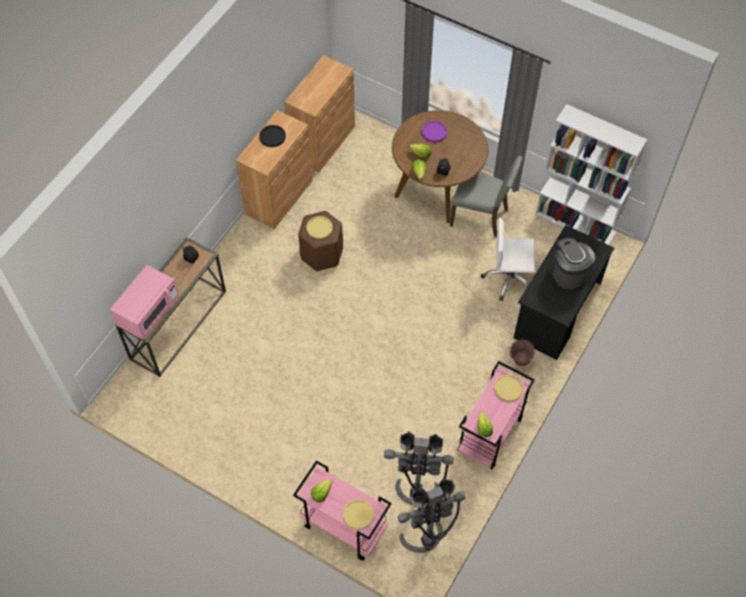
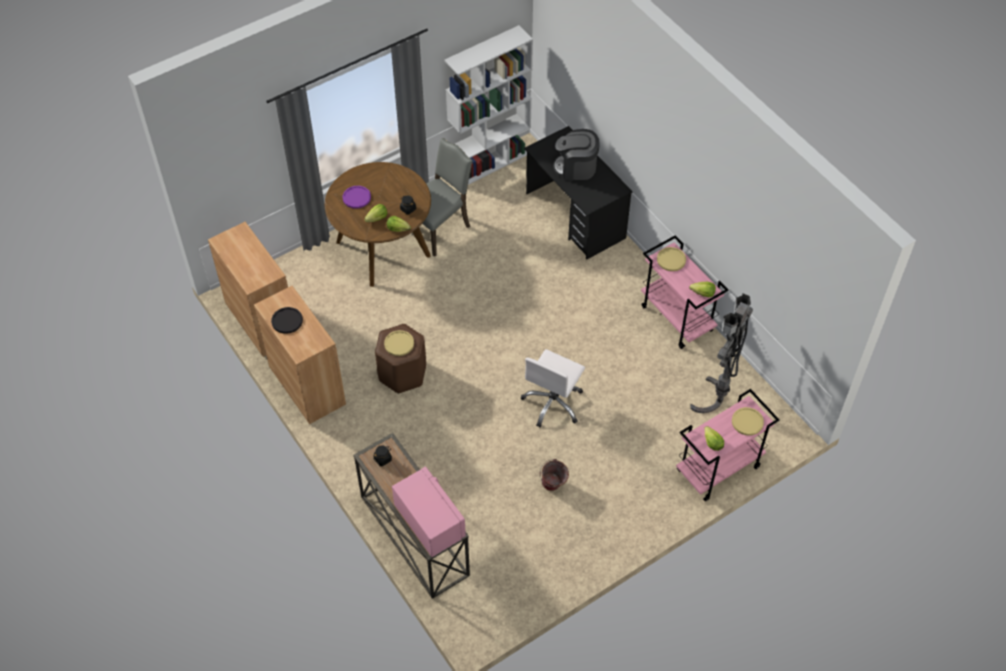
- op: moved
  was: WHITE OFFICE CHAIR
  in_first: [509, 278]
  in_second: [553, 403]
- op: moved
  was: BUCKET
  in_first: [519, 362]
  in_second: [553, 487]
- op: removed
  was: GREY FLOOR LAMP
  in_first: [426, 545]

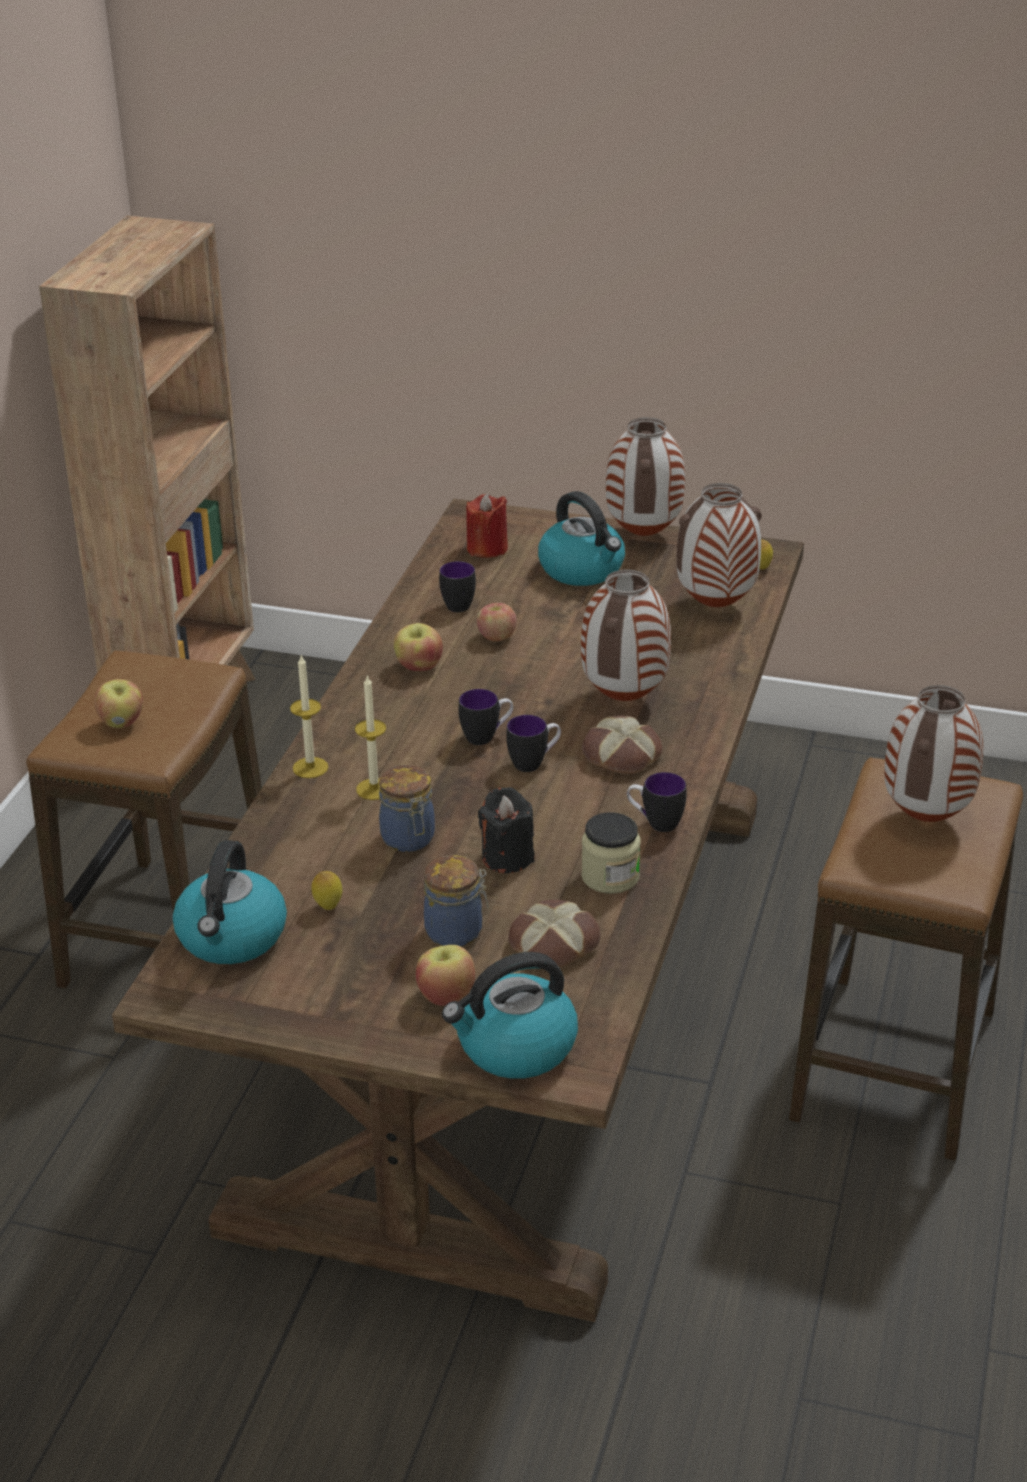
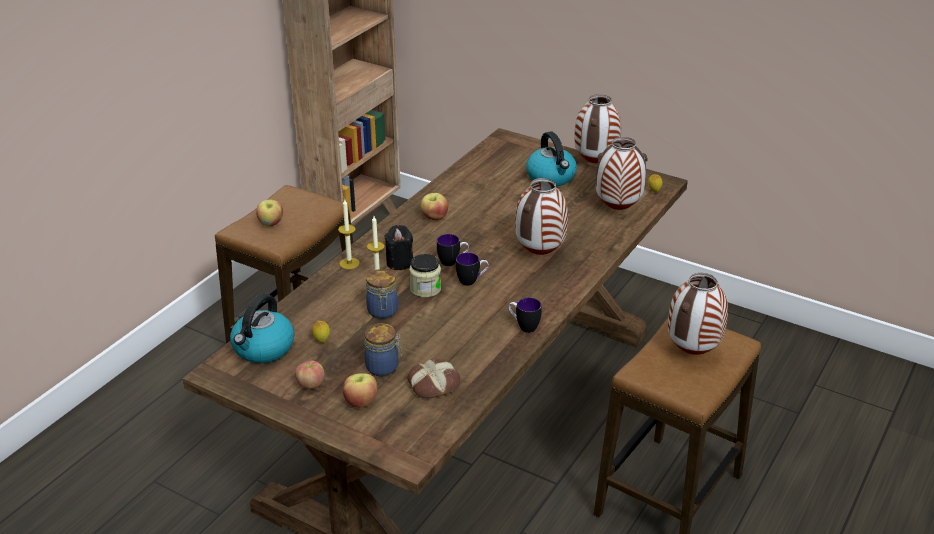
- op: removed
  was: RED CANDLE
  in_first: [487, 548]
- op: removed
  was: MUG
  in_first: [460, 603]
- op: moved
  was: APPLE
  in_first: [496, 637]
  in_second: [311, 384]
- op: removed
  was: BREAD
  in_first: [620, 755]
- op: moved
  was: BLACK CANDLE
  in_first: [507, 857]
  in_second: [399, 262]
- op: moved
  was: JAR
  in_first: [610, 876]
  in_second: [425, 289]
- op: removed
  was: KETTLE
  in_first: [515, 1047]

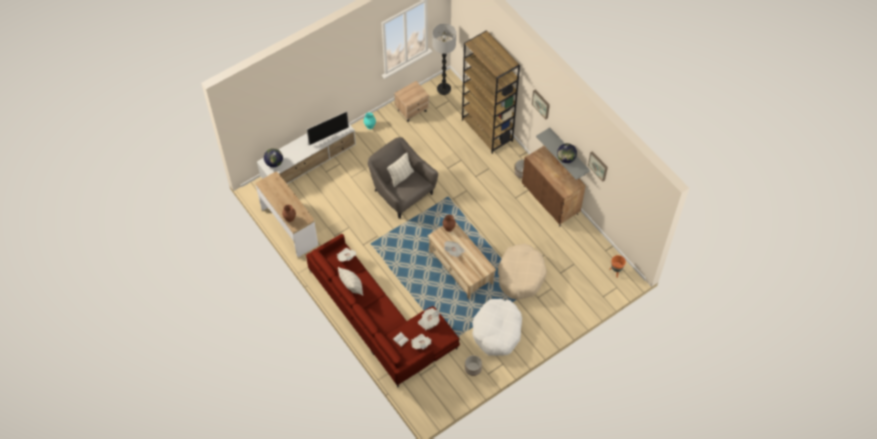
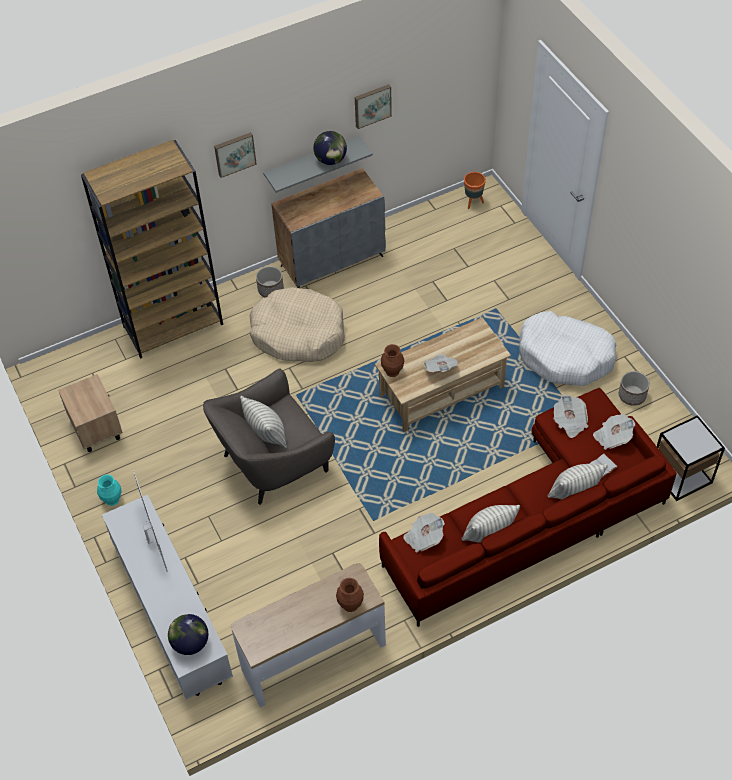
- op: removed
  was: FLOOR LAMP
  in_first: [443, 89]
- op: recoloured
  was: BROWN CABINET
  now: GREY CABINET
  in_first: [551, 200]
  in_second: [332, 260]
- op: moved
  was: BEIGE DOG BED
  in_first: [521, 275]
  in_second: [298, 333]
- op: added
  now: SIDE TABLE
  in_second: [681, 475]
- op: added
  now: PILLOW
  in_second: [574, 493]

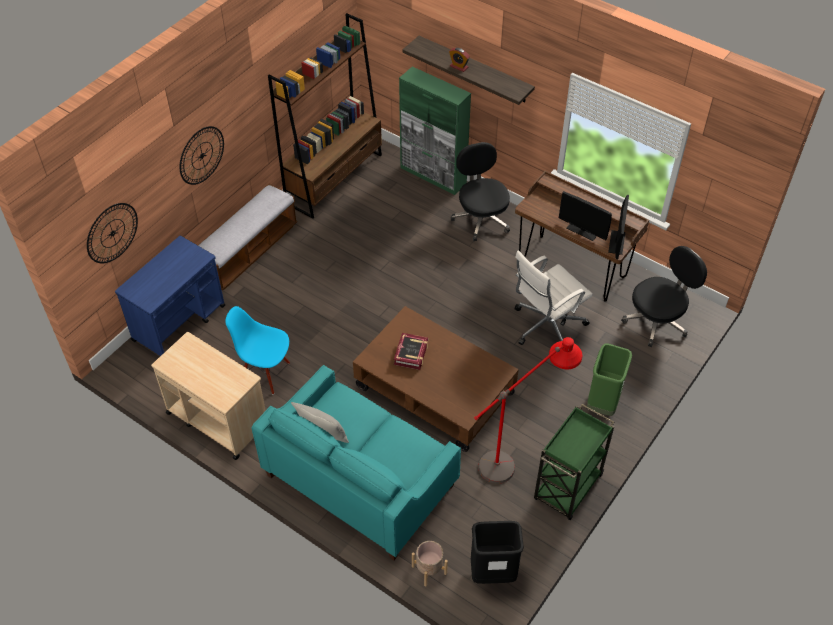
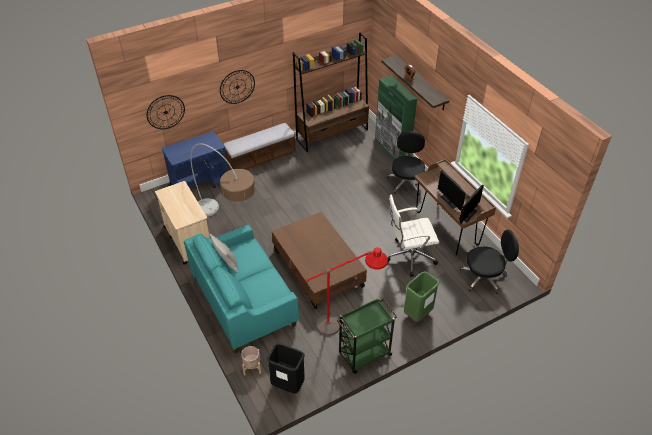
- op: replaced
  was: BLUE CHAIR
  now: FLOOR LAMP
  in_first: [265, 373]
  in_second: [228, 225]
- op: removed
  was: BOOK
  in_first: [411, 354]

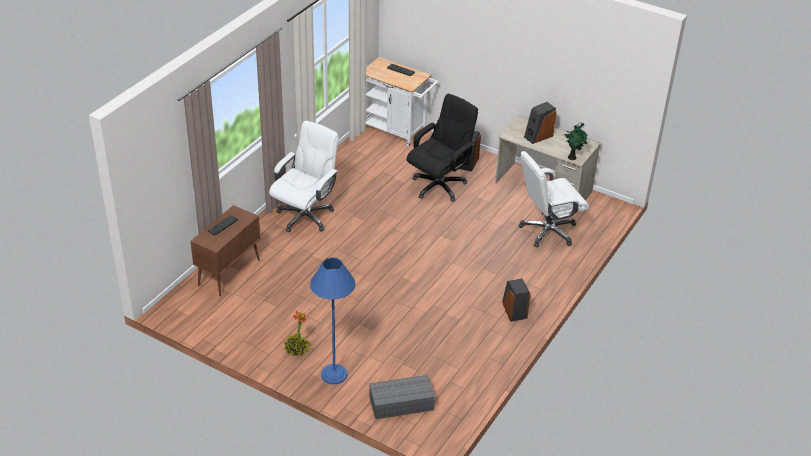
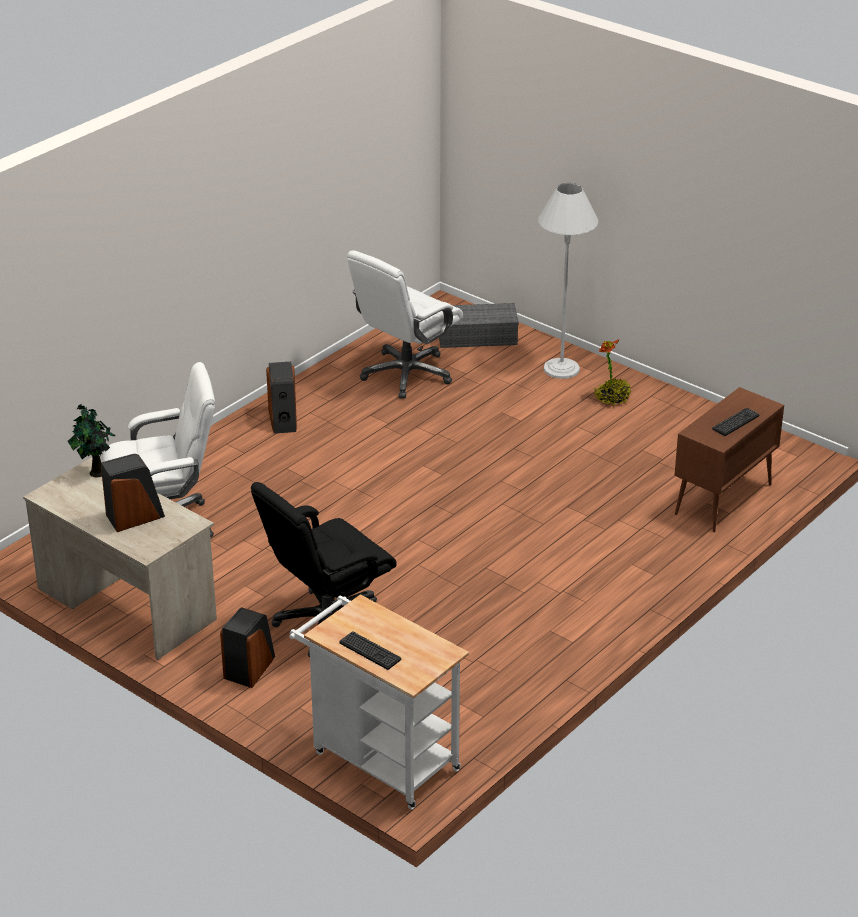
- op: moved
  was: WHITE OFFICE CHAIR
  in_first: [305, 216]
  in_second: [406, 374]
- op: recoloured
  was: BLUE FLOOR LAMP
  now: WHITE FLOOR LAMP
  in_first: [334, 374]
  in_second: [561, 369]

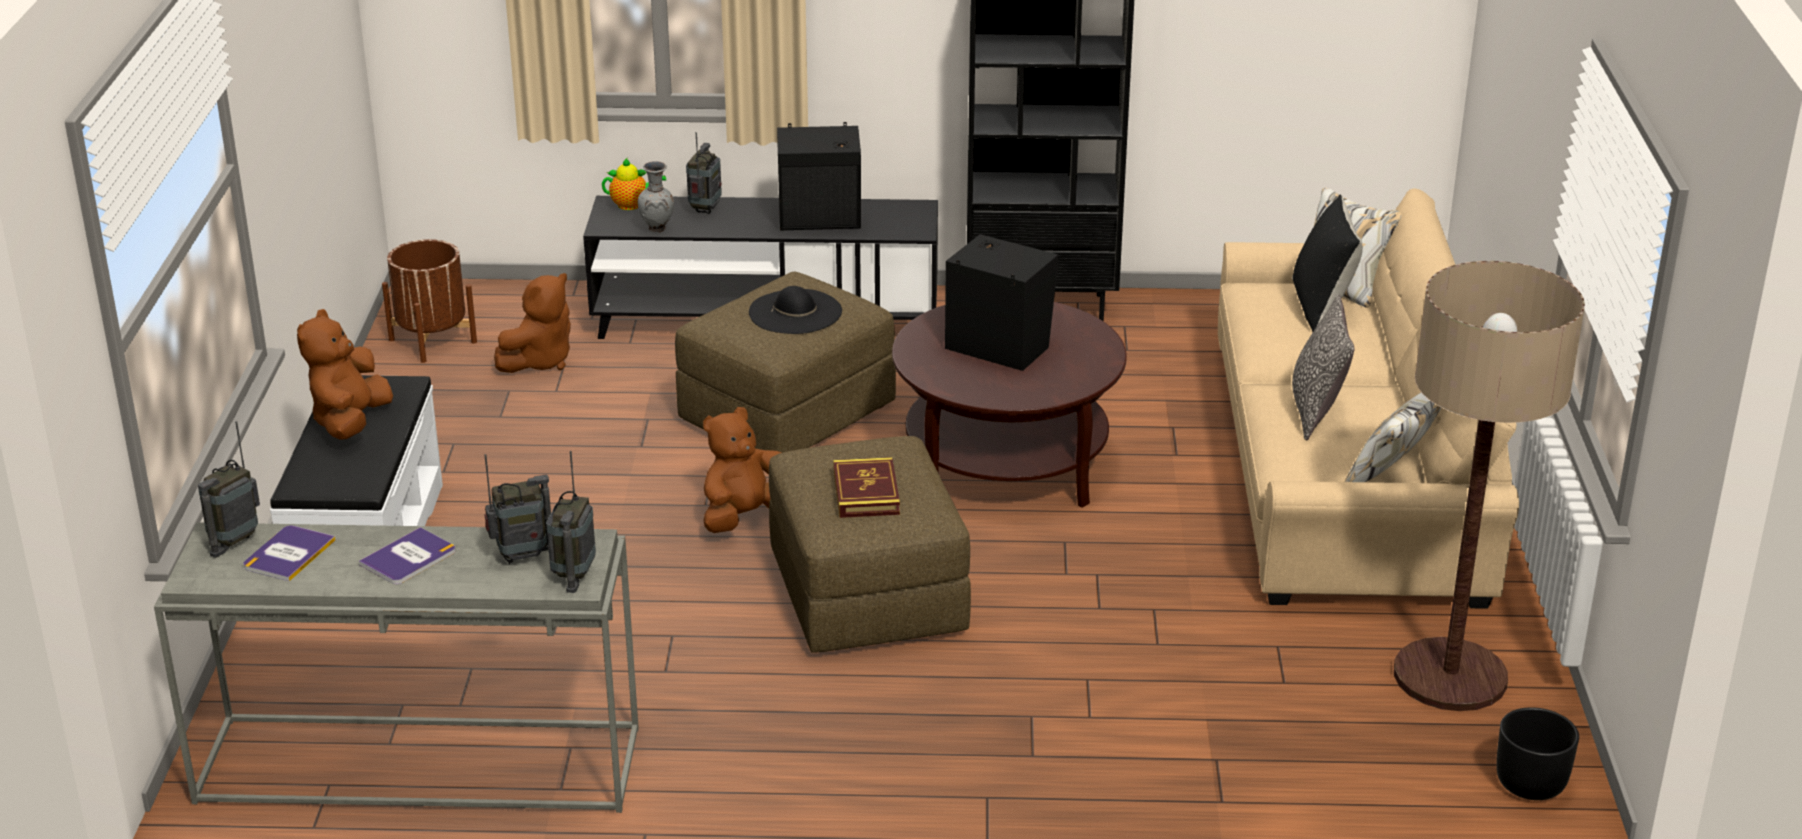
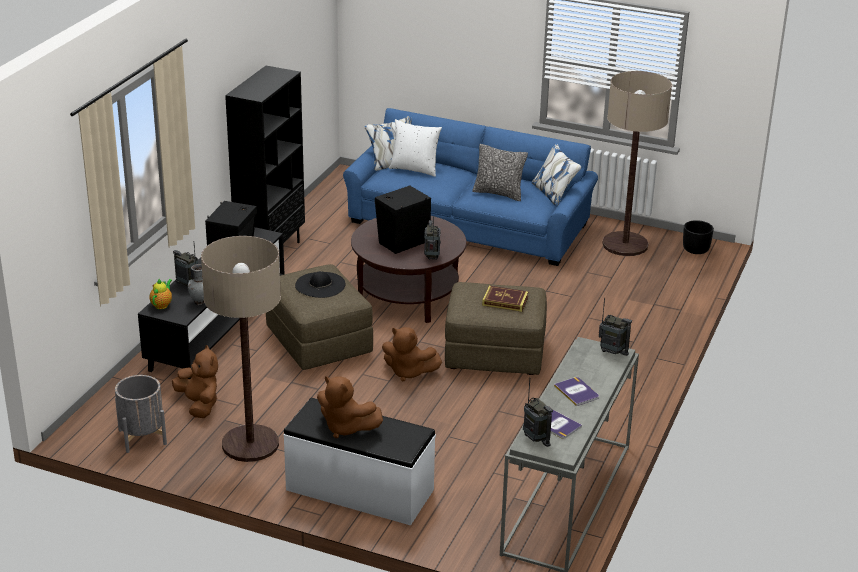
- op: recoloured
  was: BEIGE SOFA
  now: BLUE SOFA
  in_first: [1345, 469]
  in_second: [469, 223]
- op: recoloured
  was: BLACK PILLOW
  now: WHITE PILLOW
  in_first: [1322, 308]
  in_second: [414, 169]
- op: recoloured
  was: BROWN PLANTER
  now: GREY PLANTER
  in_first: [433, 341]
  in_second: [142, 437]
- op: turned
  was: BROWN PLUSH TOY
  in_first: [744, 518]
  in_second: [408, 372]
  clockwise: -45
- op: moved
  was: RADIO
  in_first: [522, 557]
  in_second: [432, 257]
- op: added
  now: FLOOR LAMP
  in_second: [250, 444]

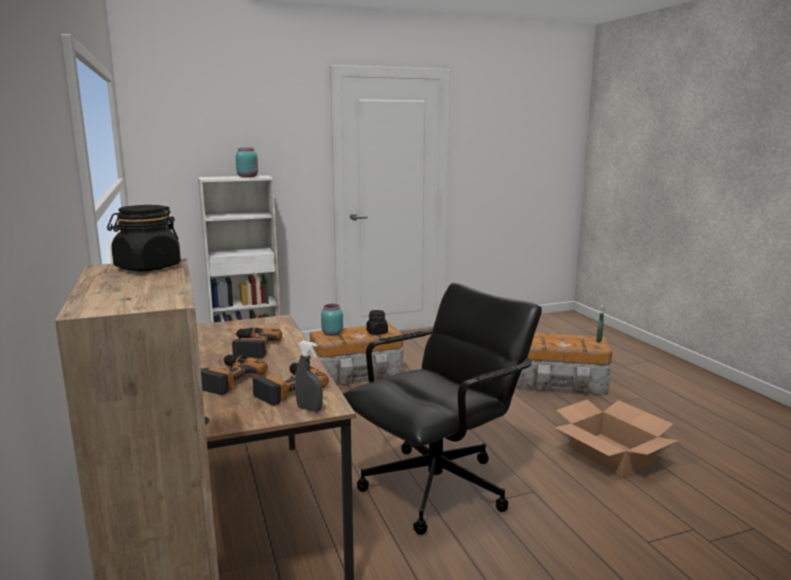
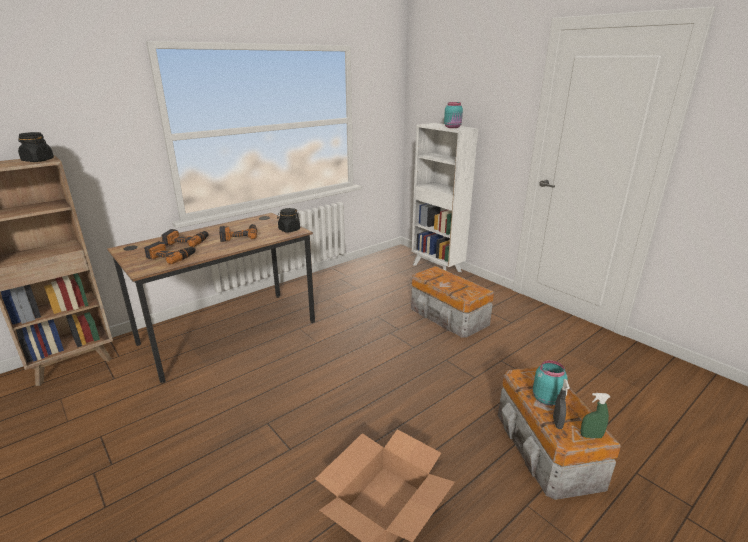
- op: removed
  was: BLACK OFFICE CHAIR
  in_first: [437, 488]
- op: moved
  was: TURQUOISE JAR
  in_first: [331, 333]
  in_second: [545, 398]
- op: moved
  was: BLACK JAR
  in_first: [377, 332]
  in_second: [289, 230]
- op: moved
  was: GREY SPRAY BOTTLE
  in_first: [309, 409]
  in_second: [557, 423]

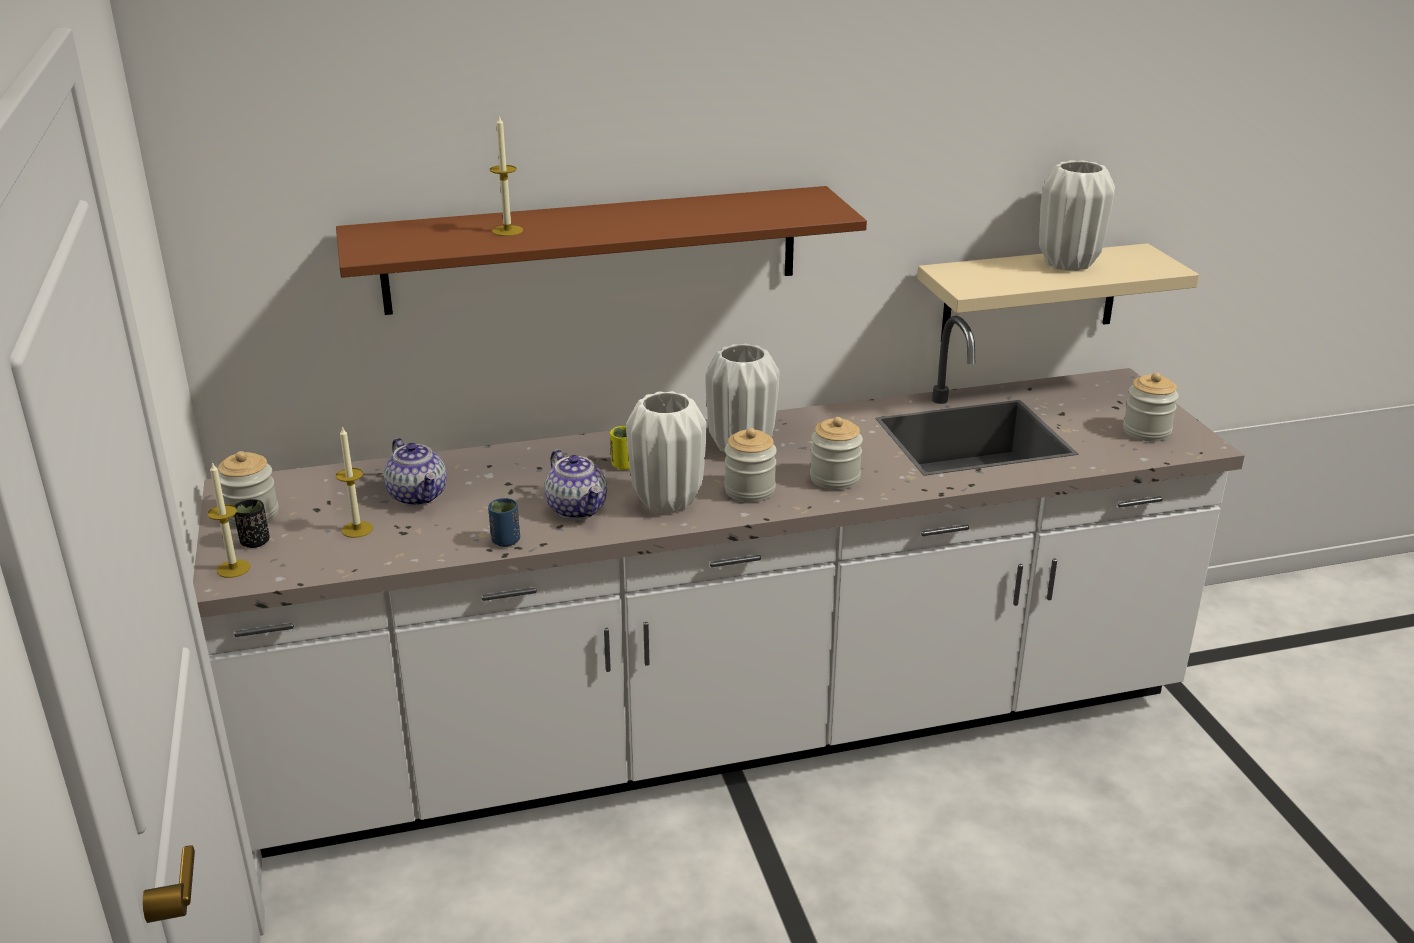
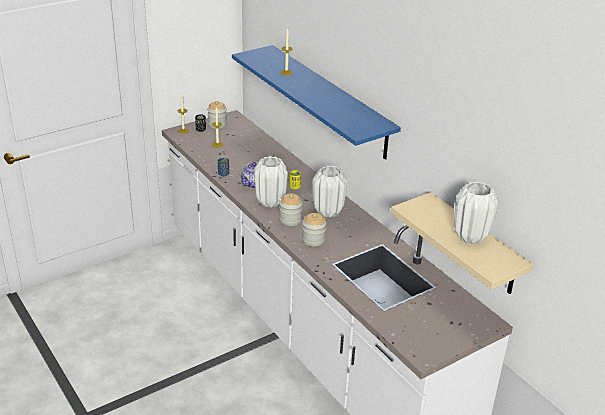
- op: recoloured
  was: BROWN SHELF
  now: BLUE SHELF
  in_first: [593, 249]
  in_second: [330, 101]
- op: removed
  was: JAR
  in_first: [1146, 431]
- op: removed
  was: TEAPOT
  in_first: [418, 496]

